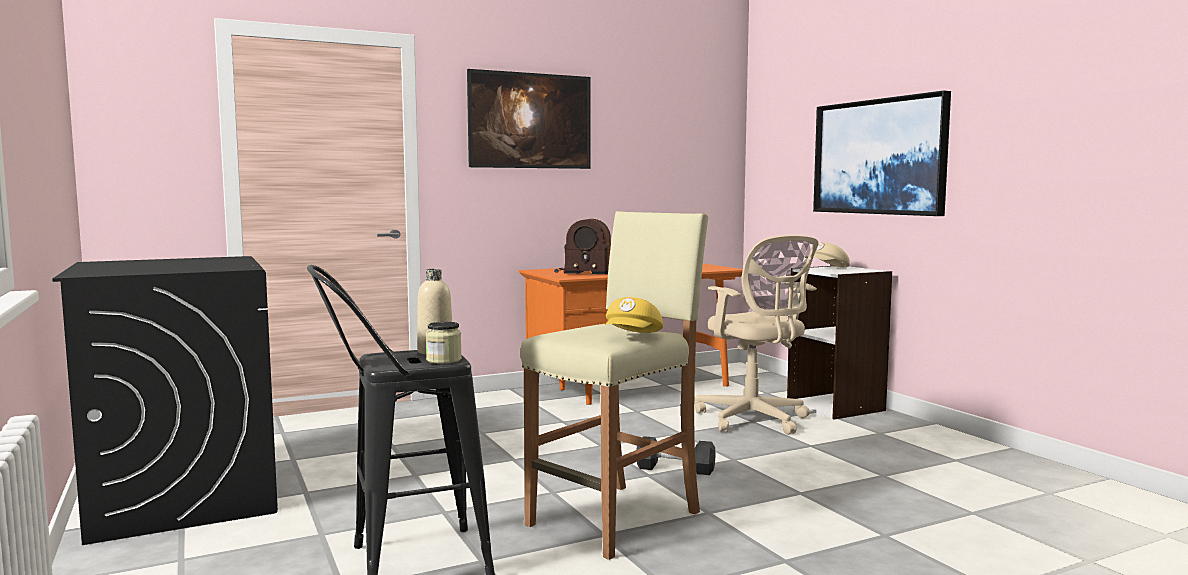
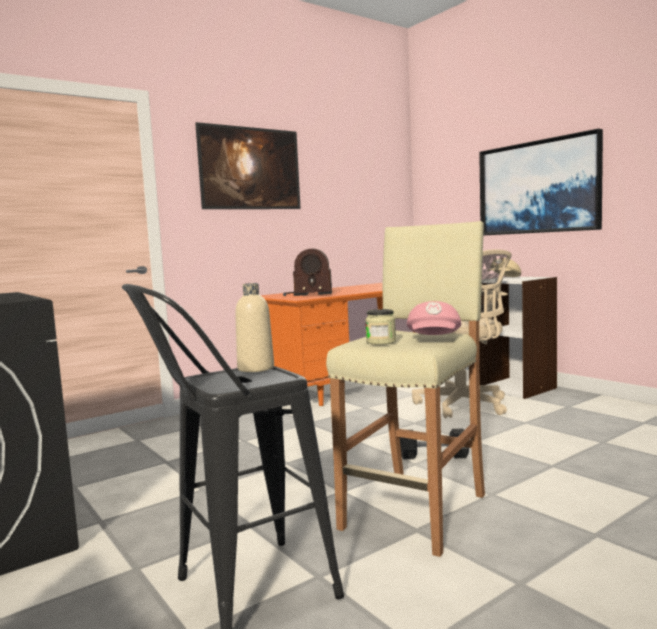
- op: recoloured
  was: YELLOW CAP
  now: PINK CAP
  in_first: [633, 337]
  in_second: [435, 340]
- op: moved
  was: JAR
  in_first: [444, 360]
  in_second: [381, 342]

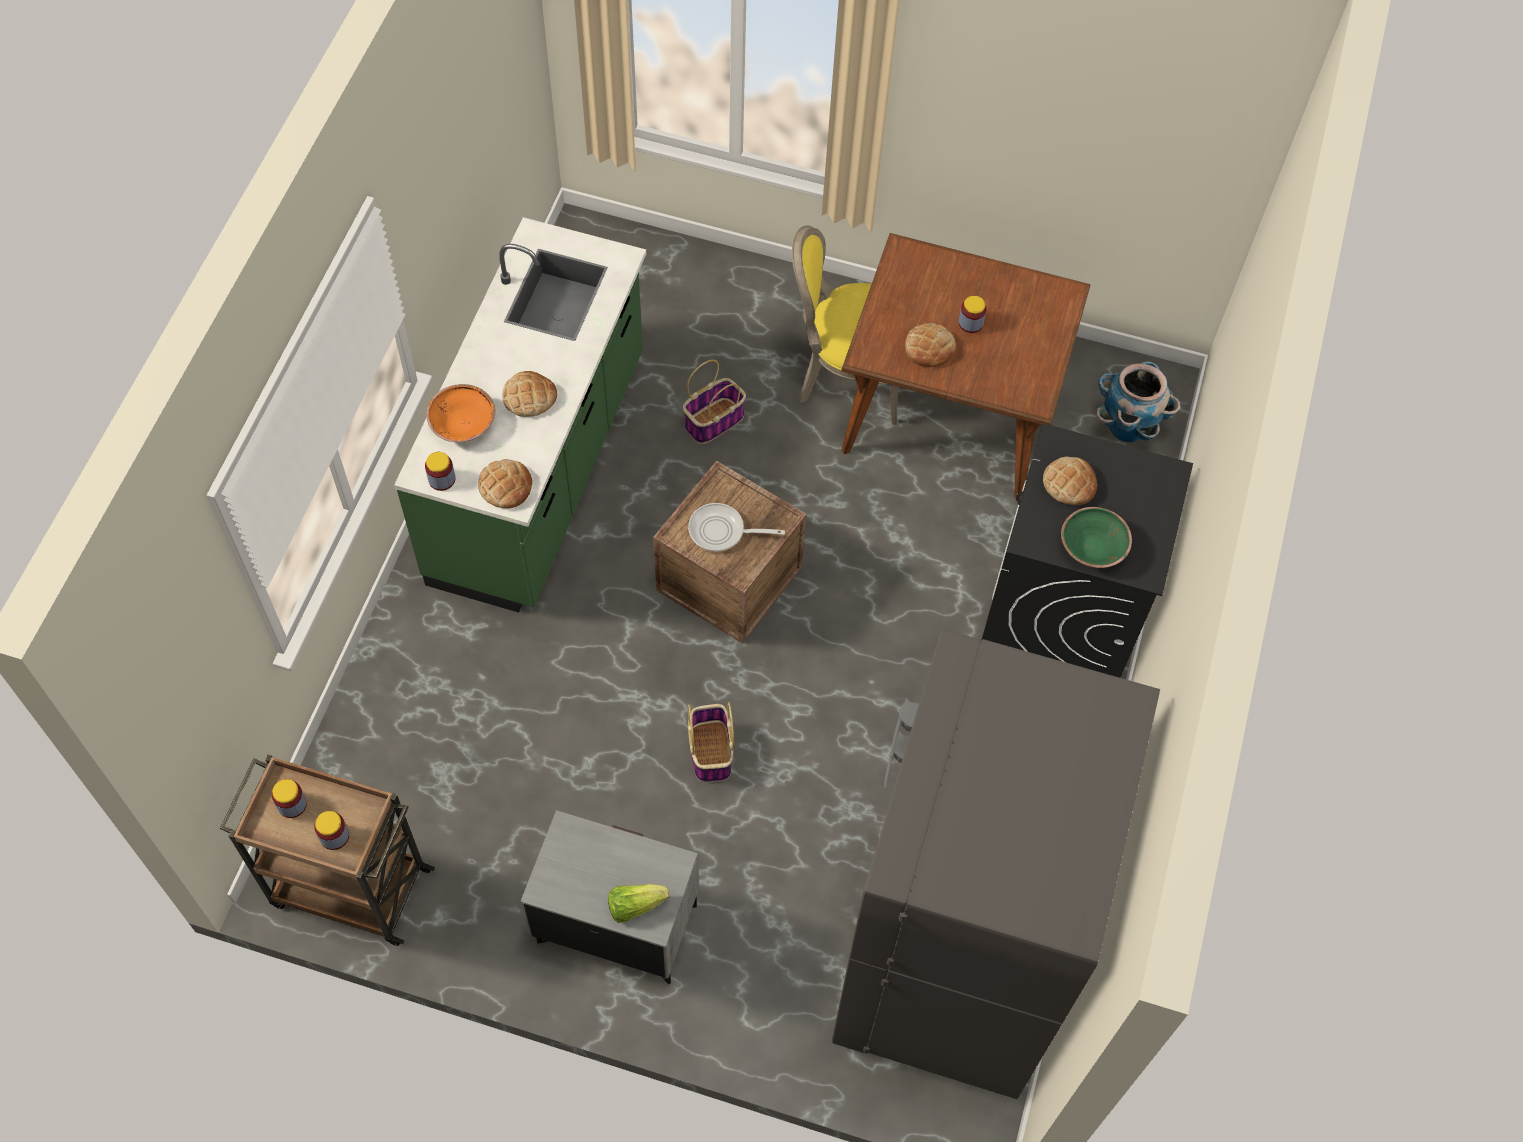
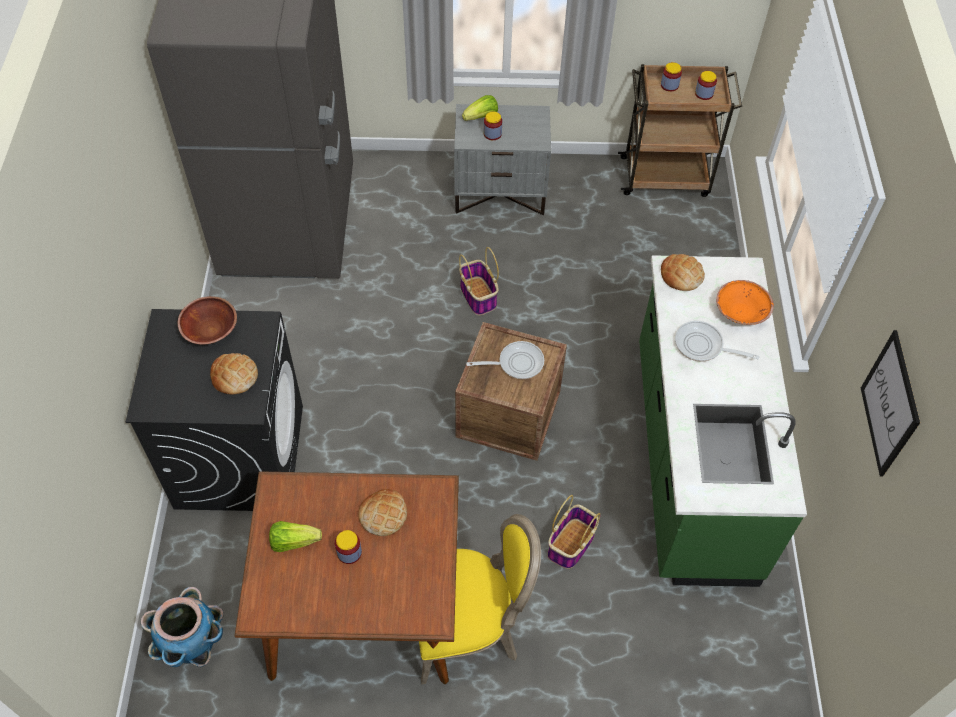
- op: replaced
  was: BREAD
  now: FRYING PAN
  in_first: [529, 397]
  in_second: [702, 346]
- op: moved
  was: JAR
  in_first: [442, 479]
  in_second: [492, 134]
- op: recoloured
  was: GREEN BOWL
  now: BROWN BOWL
  in_first: [1092, 548]
  in_second: [210, 330]
- op: added
  now: PICTURE
  in_second: [890, 404]
- op: added
  now: LETTUCE
  in_second: [293, 541]

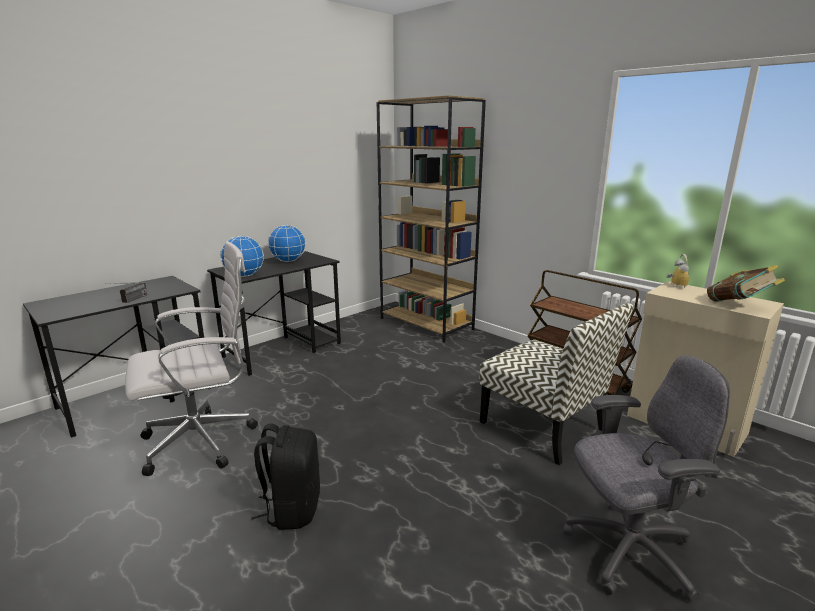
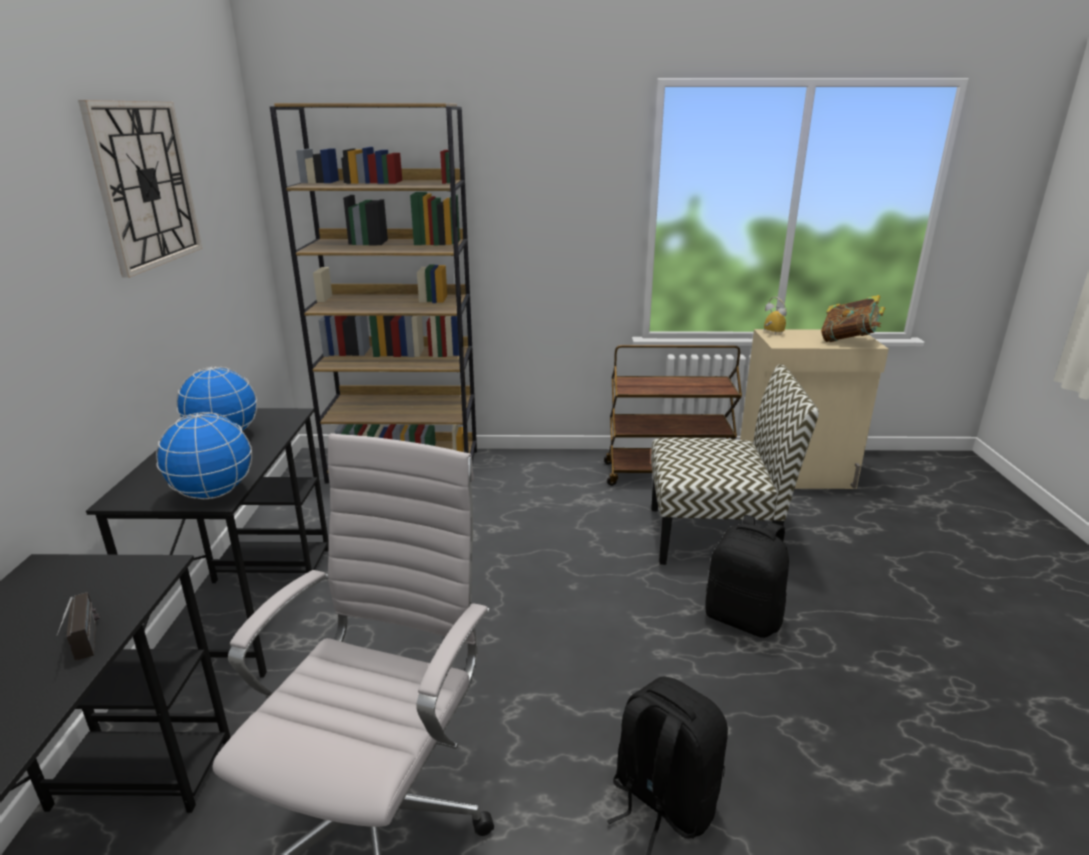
- op: removed
  was: GREY OFFICE CHAIR
  in_first: [627, 551]
- op: added
  now: WALL CLOCK
  in_second: [145, 185]
- op: added
  now: BLACK BACKPACK
  in_second: [743, 618]

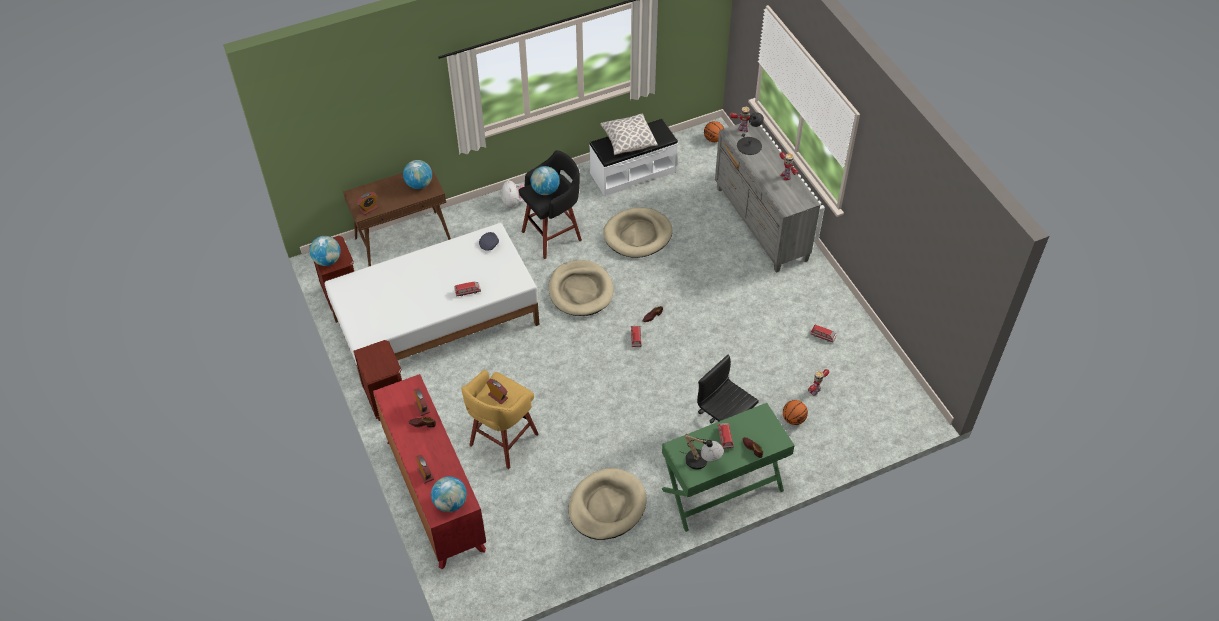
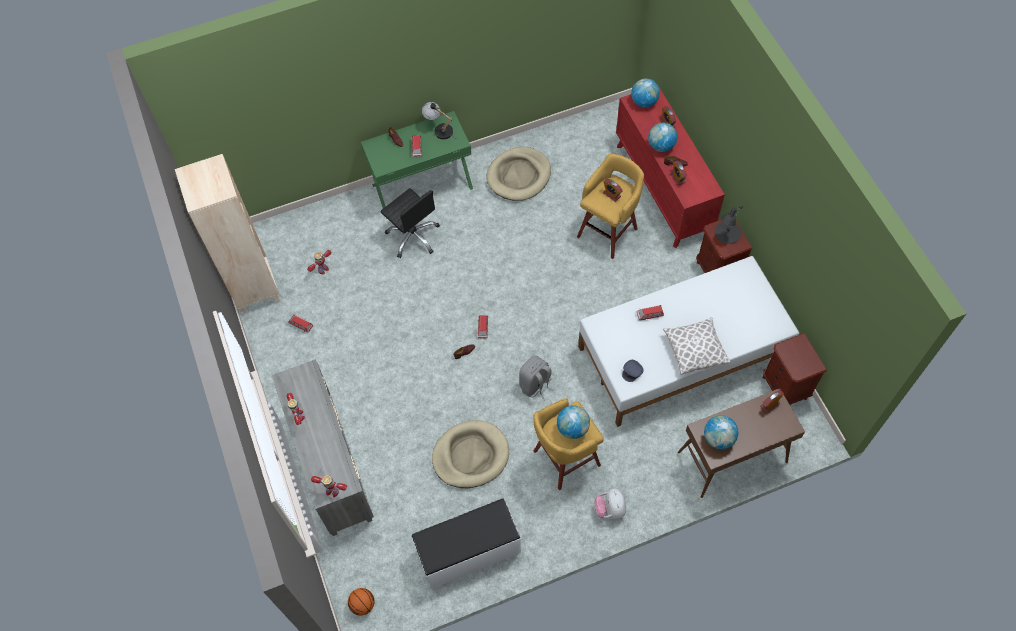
- op: moved
  was: BLACK TABLE LAMP
  in_first: [749, 145]
  in_second: [727, 232]
- op: moved
  was: PILLOW
  in_first: [628, 141]
  in_second: [694, 350]
- op: recoloured
  was: BLACK STOOL
  now: YELLOW STOOL
  in_first: [553, 235]
  in_second: [564, 459]
- op: moved
  was: GLOBE
  in_first: [327, 260]
  in_second: [661, 146]
- op: replaced
  was: BEIGE DOG BED
  now: GREY BACKPACK
  in_first: [580, 290]
  in_second: [535, 385]
- op: removed
  was: BASKETBALL
  in_first: [793, 419]
- op: added
  now: BEIGE BOOKCASE
  in_second: [255, 289]

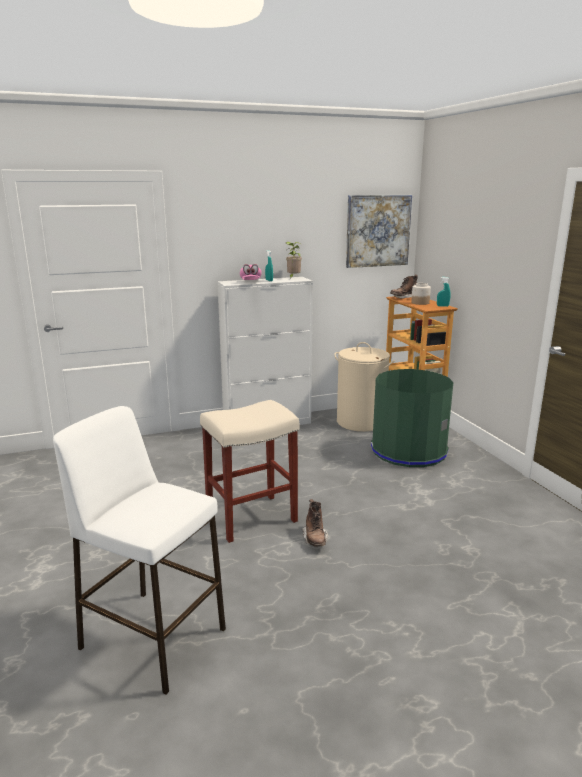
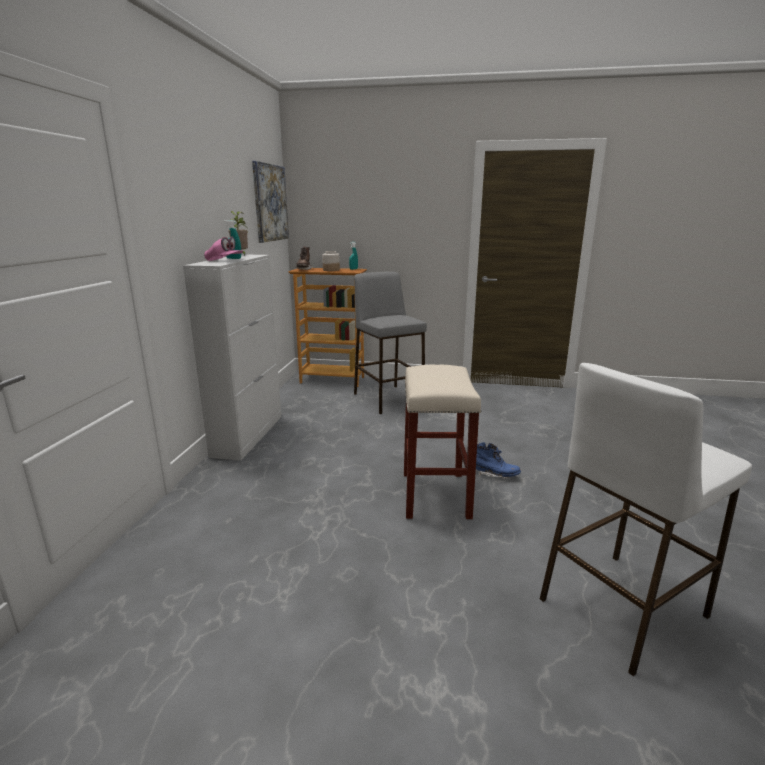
- op: removed
  was: BEIGE LAUNDRY BASKET
  in_first: [361, 422]
- op: replaced
  was: GREEN TRASH CAN
  now: GREY STOOL
  in_first: [408, 450]
  in_second: [388, 399]
- op: recoloured
  was: BROWN BOOT
  now: BLUE BOOT
  in_first: [315, 539]
  in_second: [495, 475]

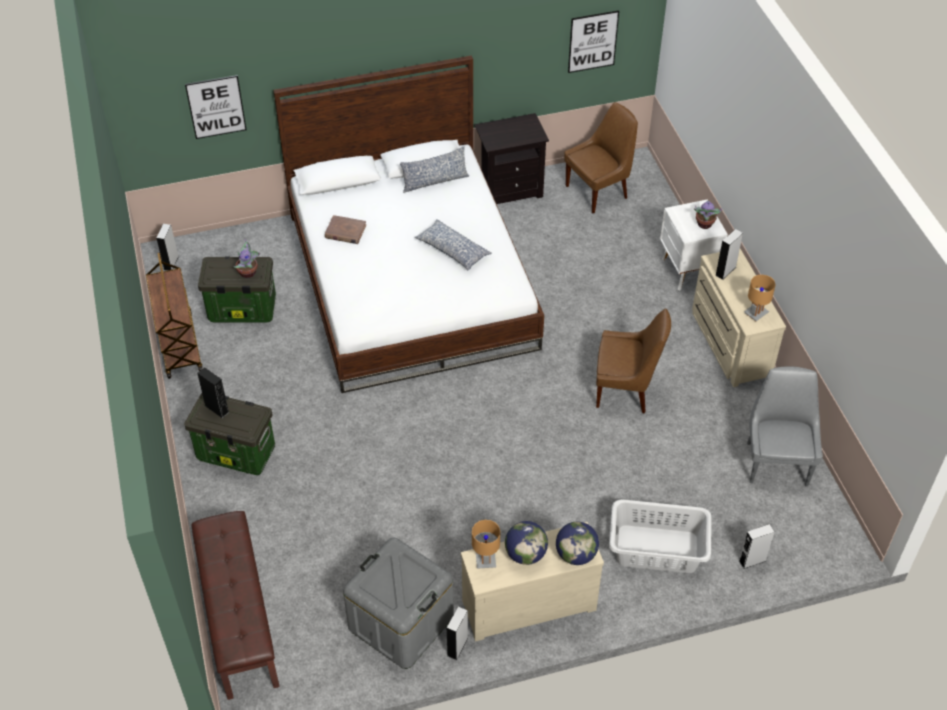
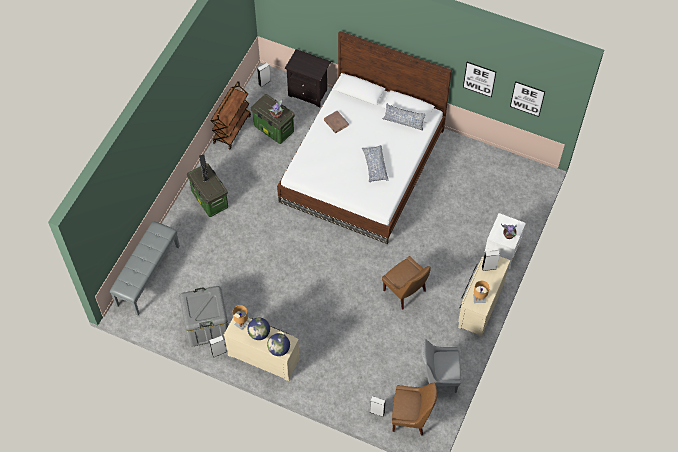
- op: moved
  was: PICTURE
  in_first: [216, 107]
  in_second: [479, 79]
- op: moved
  was: BROWN CHAIR
  in_first: [598, 191]
  in_second: [411, 418]
- op: moved
  was: BLACK NIGHTSTAND
  in_first: [510, 189]
  in_second: [309, 93]
- op: turned
  was: GREY CHAIR
  in_first: [776, 461]
  in_second: [438, 377]
  clockwise: -135
- op: removed
  was: GREY LAUNDRY BASKET
  in_first: [656, 548]
- op: recoloured
  was: BROWN BENCH
  now: GREY BENCH
  in_first: [238, 618]
  in_second: [147, 275]

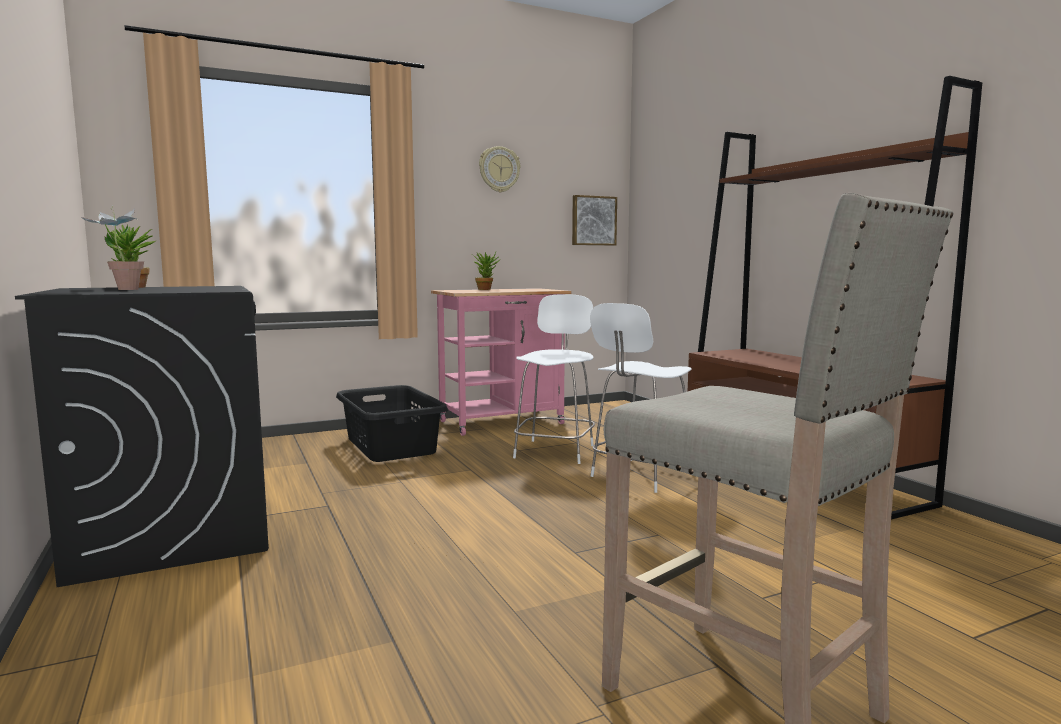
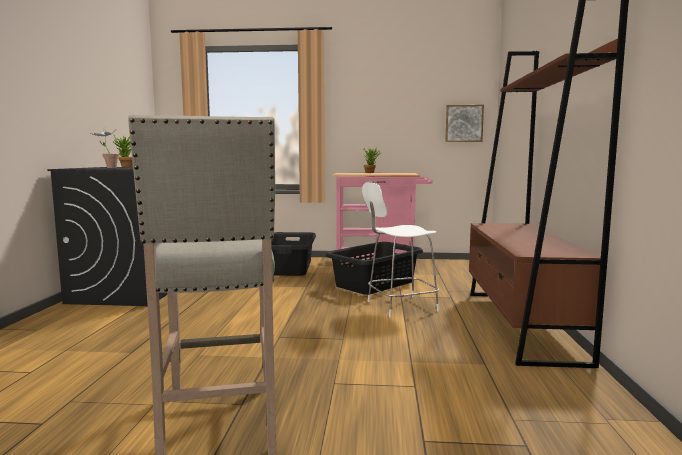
- op: removed
  was: WALL CLOCK
  in_first: [499, 169]
- op: replaced
  was: WHITE STOOL
  now: BLACK LAUNDRY BASKET
  in_first: [555, 450]
  in_second: [375, 284]

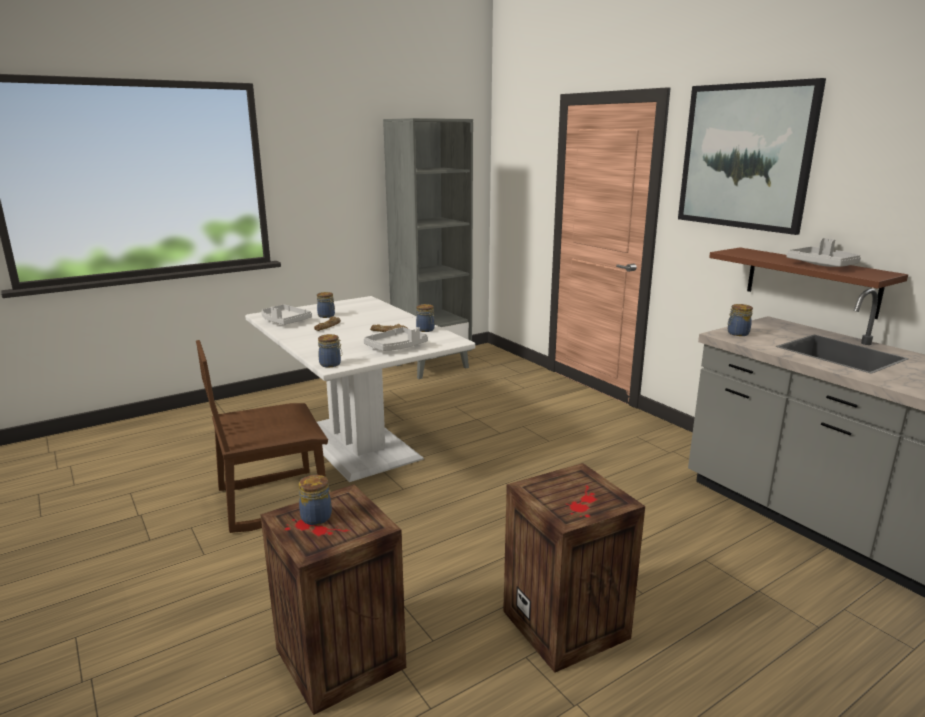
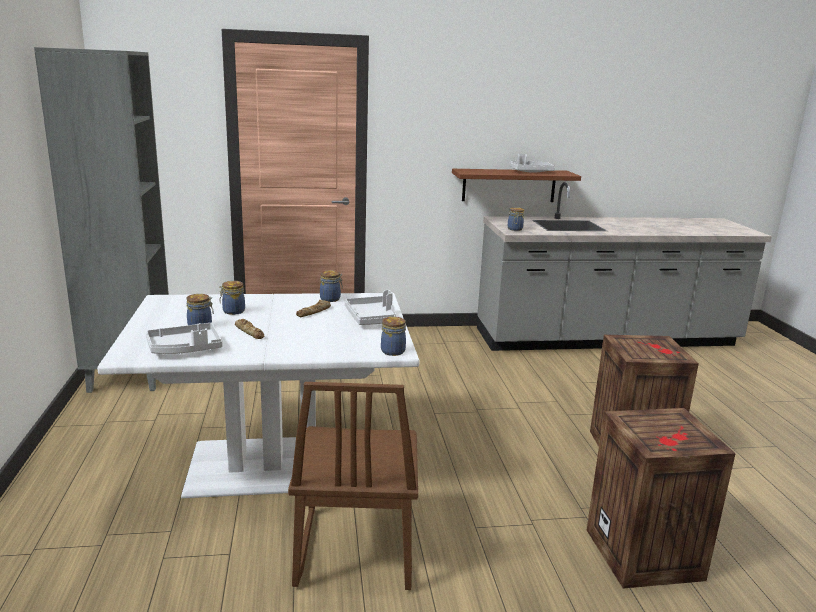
- op: removed
  was: PICTURE
  in_first: [745, 156]
- op: moved
  was: JAR
  in_first: [315, 517]
  in_second: [232, 311]

